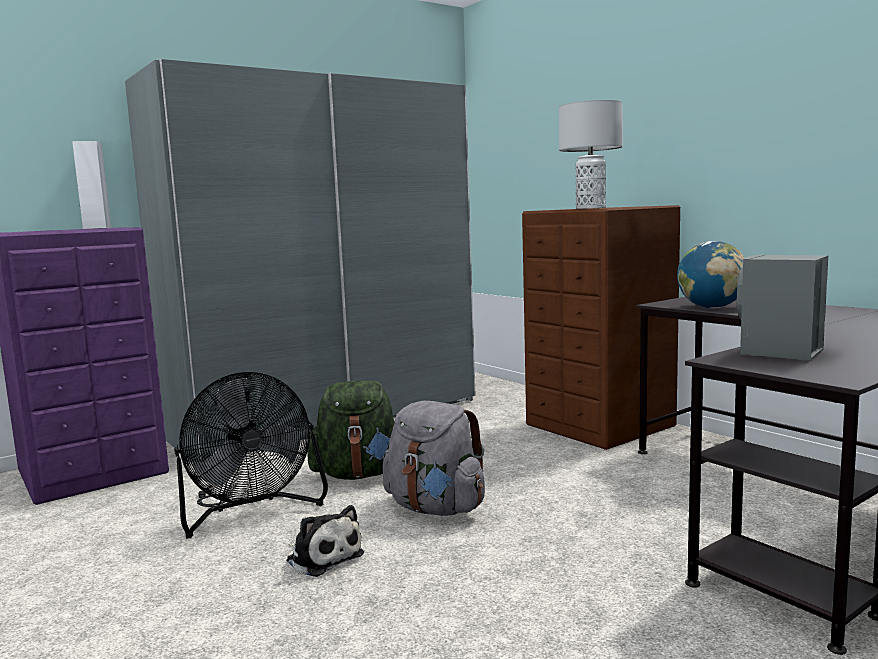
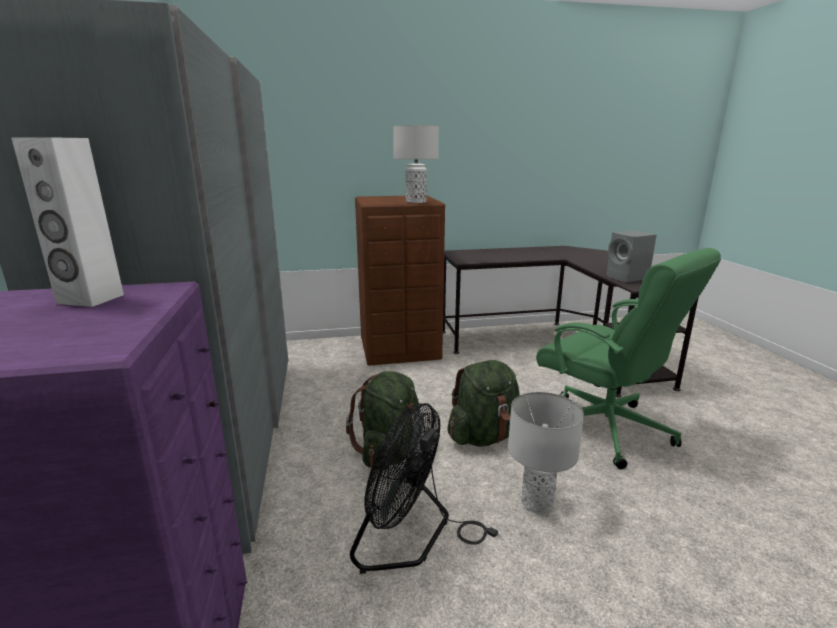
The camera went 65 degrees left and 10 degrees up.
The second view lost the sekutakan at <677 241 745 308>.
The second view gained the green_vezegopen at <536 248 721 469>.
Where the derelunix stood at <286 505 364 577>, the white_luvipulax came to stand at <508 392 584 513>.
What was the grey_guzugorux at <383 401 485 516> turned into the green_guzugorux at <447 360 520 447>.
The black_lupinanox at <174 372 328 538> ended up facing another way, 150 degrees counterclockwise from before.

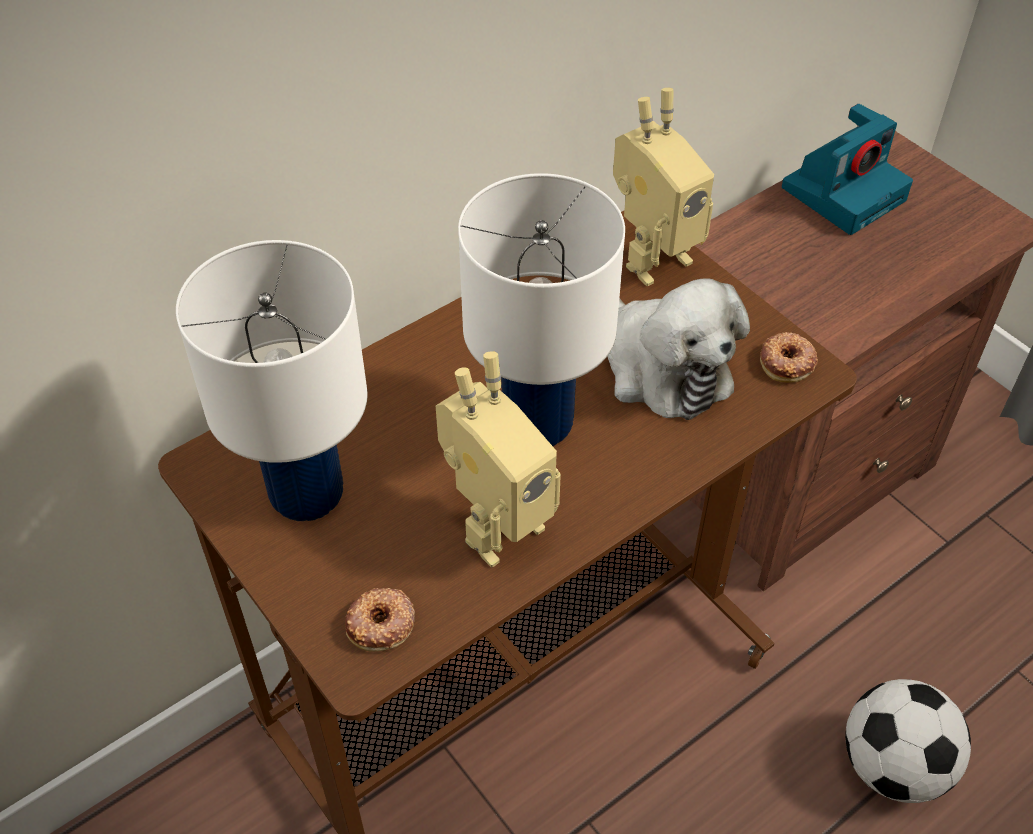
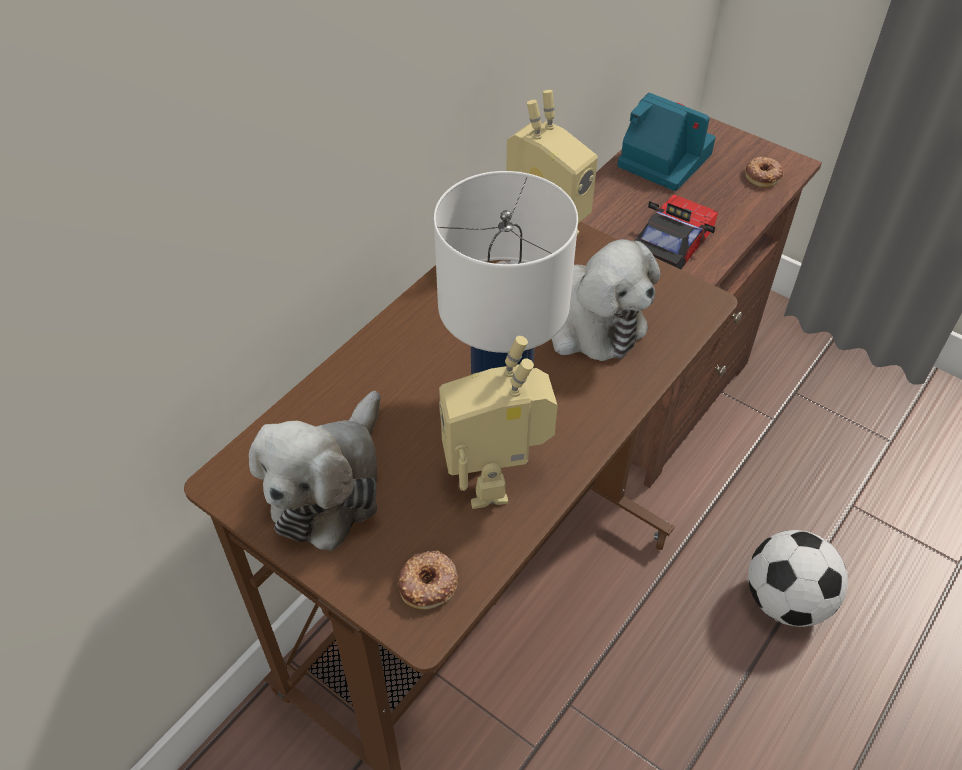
The camera went 15 degrees left and 0 degrees up.
The second view gained the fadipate at <634 195 718 269>.
The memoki ended up elsewhere, having gone from <760 332 818 383> to <745 157 784 187>.
Where the white_luvipulax stood at <176 240 367 521>, the derelunix came to stand at <249 391 381 551>.
The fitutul at <436 351 561 568> ended up facing another way, 135 degrees clockwise from before.
The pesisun at <782 104 913 235> ended up facing another way, 90 degrees counterclockwise from before.

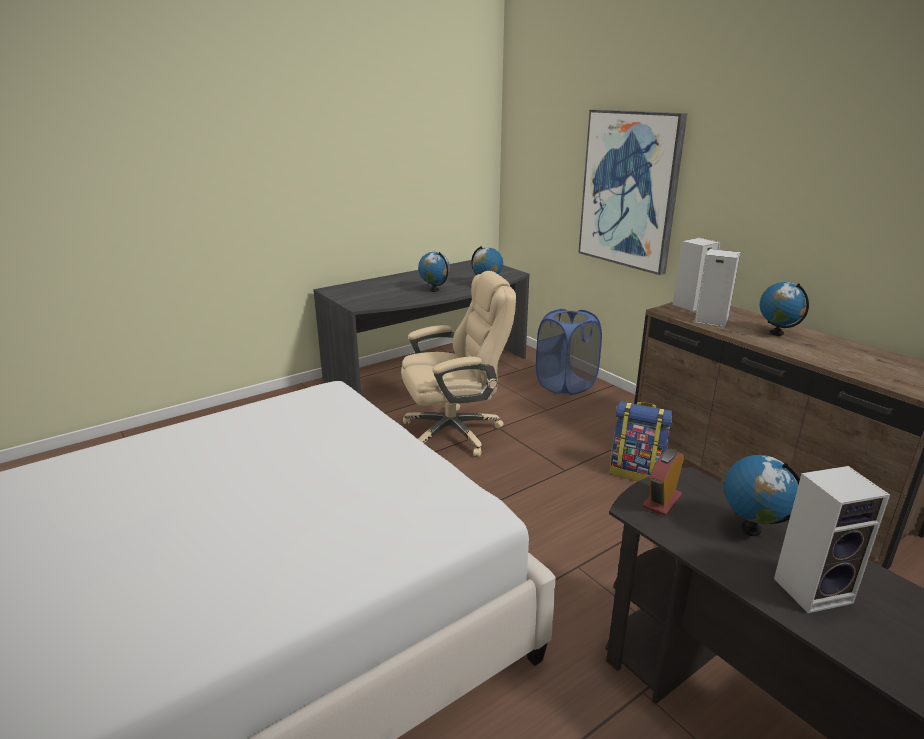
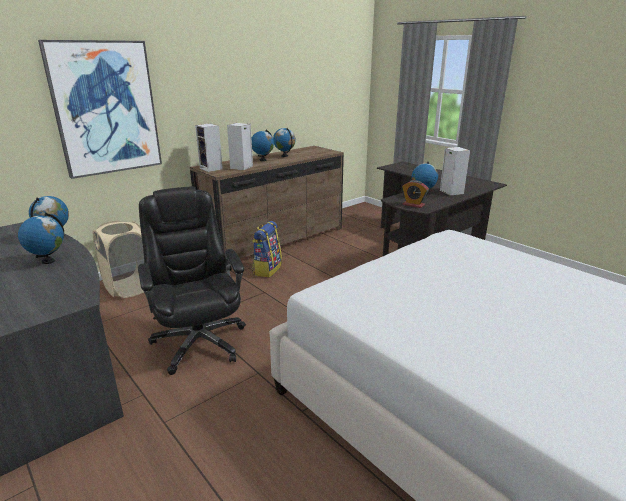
The camera went 95 degrees left and 0 degrees up.
The second view gained the sekutakan at <273 128 296 157>.
What was the beige_vezegopen at <401 271 516 457> turned into the black_vezegopen at <138 187 246 375>.
What was the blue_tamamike at <536 309 602 395> turned into the beige_tamamike at <93 220 144 298>.

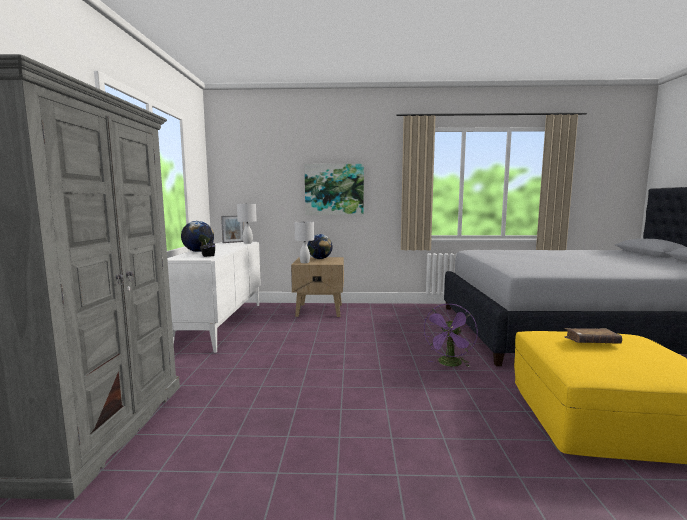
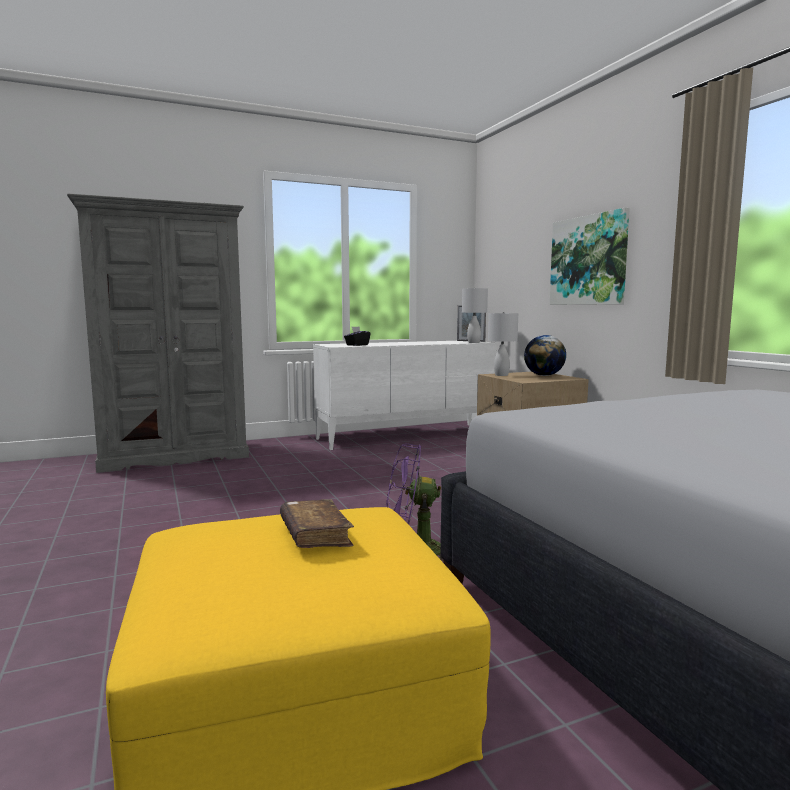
The camera went 65 degrees right and 0 degrees up.
The second view lost the sekutakan at <181 221 214 252>.

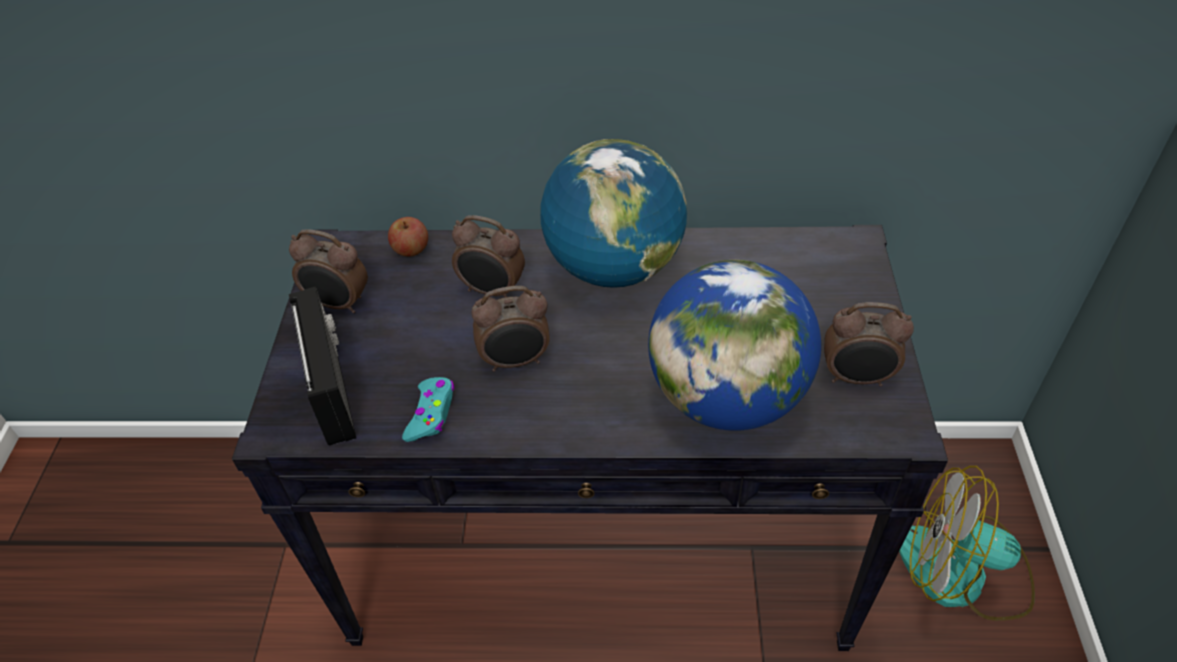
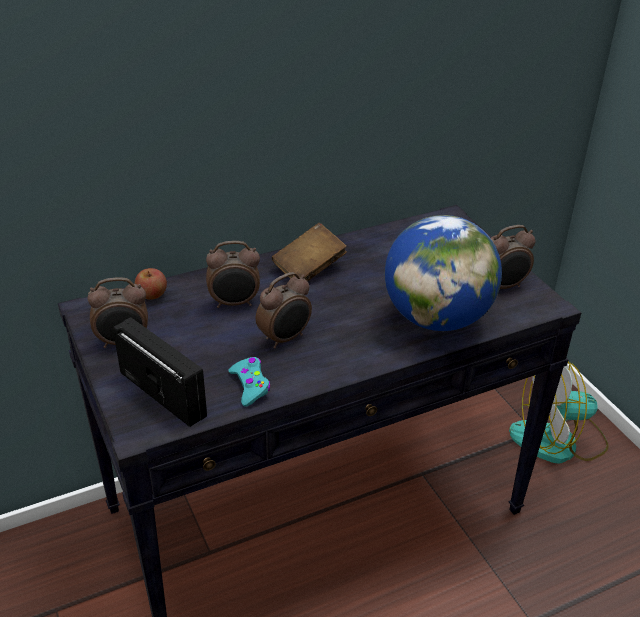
The camera went 30 degrees left and 10 degrees down.
Where the sekutakan stood at <540 139 687 288>, the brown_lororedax came to stand at <272 223 347 282>.

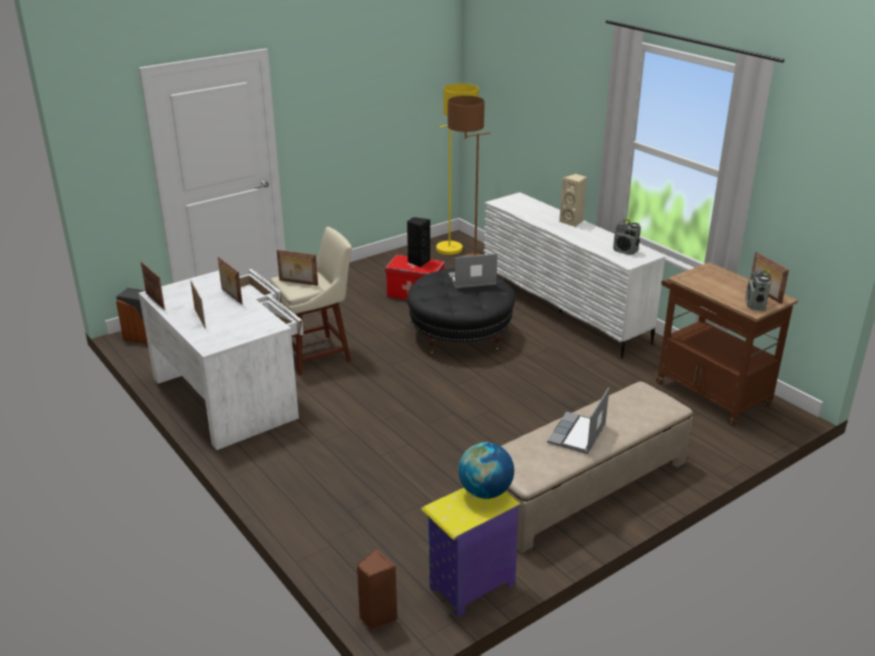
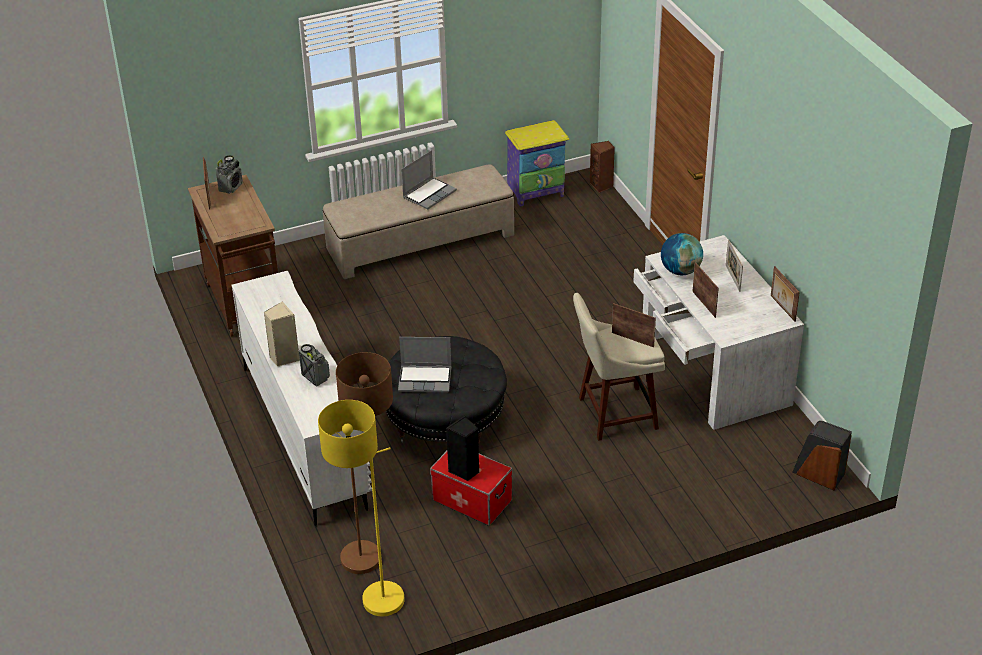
The camera went 165 degrees left and 10 degrees up.
The sekutakan ended up elsewhere, having gone from <458 442 514 499> to <661 233 703 275>.
The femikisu ended up elsewhere, having gone from <613 219 641 255> to <299 344 330 387>.

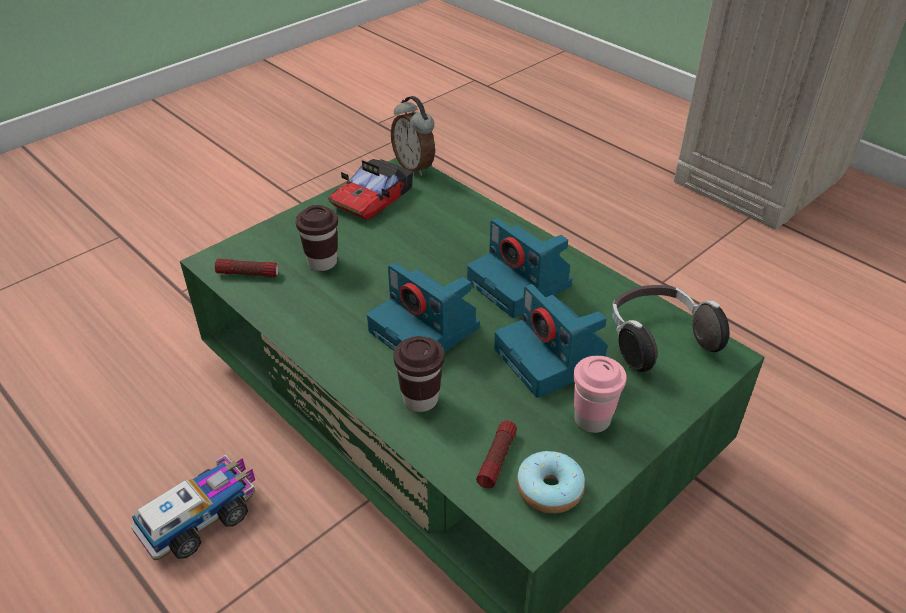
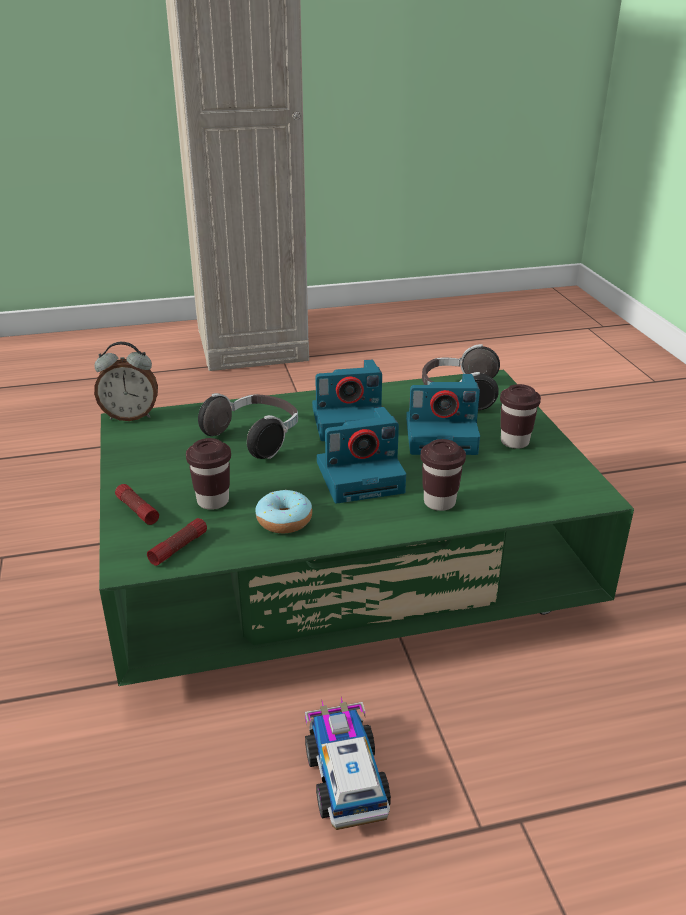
The camera went 60 degrees left and 10 degrees down.
The second view lost the fadipate at <328 159 413 221>.
The second view gained the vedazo at <198 393 298 459>.
The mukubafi ended up elsewhere, having gone from <476 420 517 488> to <115 484 159 525>.
The memoki ended up elsewhere, having gone from <517 451 585 514> to <255 490 312 533>.
What was the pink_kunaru at <573 356 627 433> turned into the brown_kunaru at <500 384 541 449>.

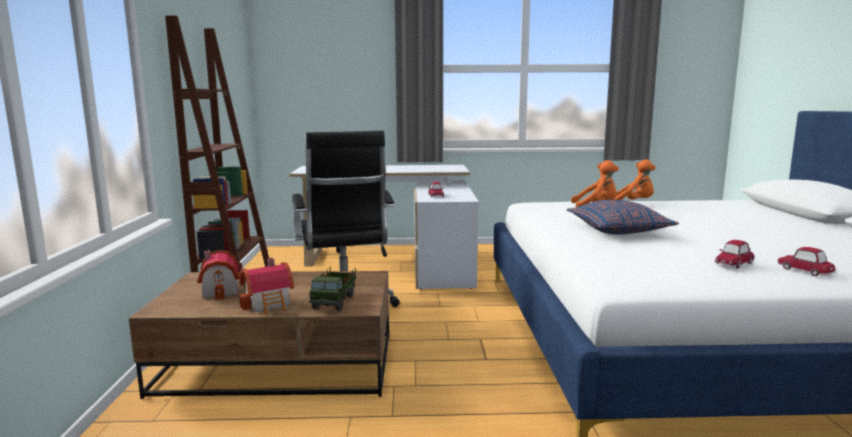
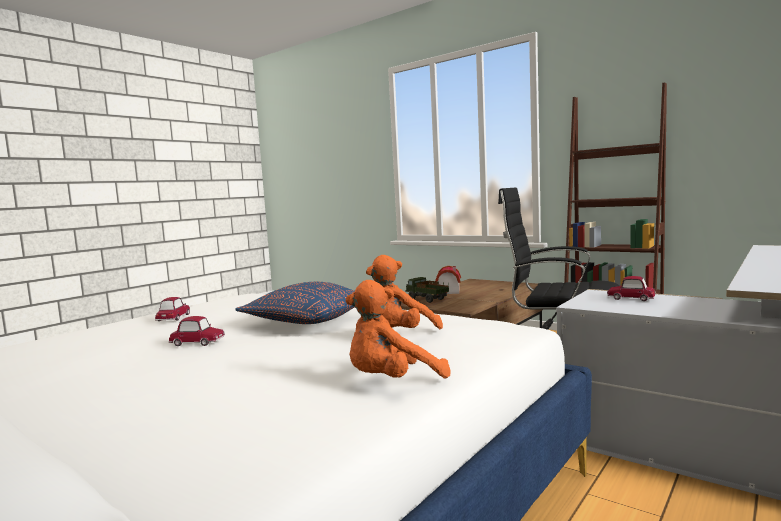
The camera went 130 degrees right and 5 degrees down.
The second view lost the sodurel at <197 250 245 300>.
The fadipate ended up elsewhere, having gone from <778 247 836 276> to <169 316 225 346>.

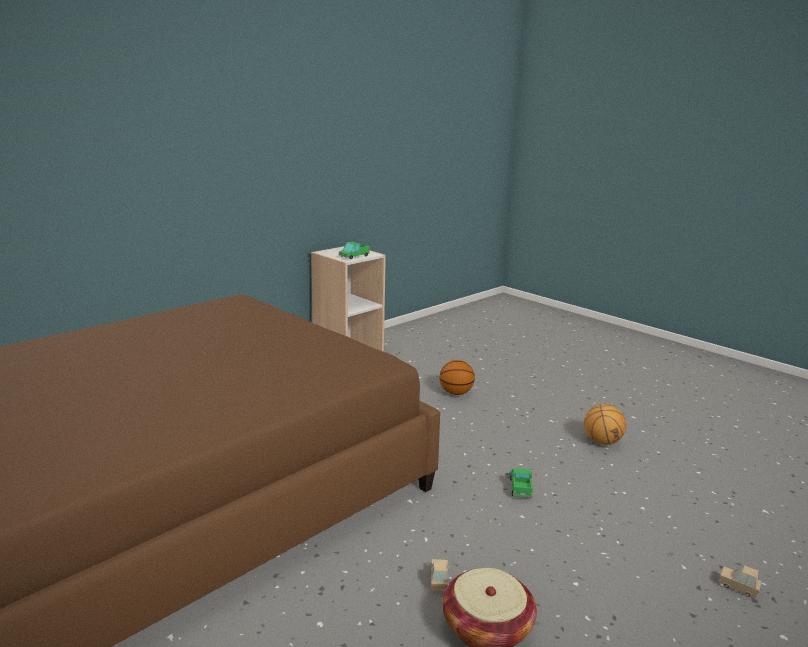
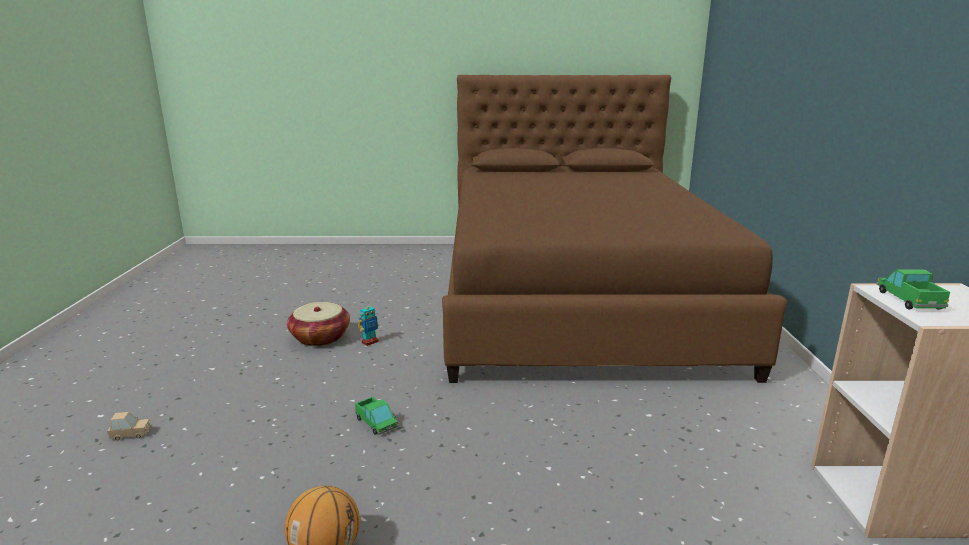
The camera went 135 degrees right and 0 degrees up.
The second view lost the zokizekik at <440 360 475 395>.
Where the beige_fadipate stood at <429 559 451 592>, the fitutul came to stand at <358 302 379 346>.

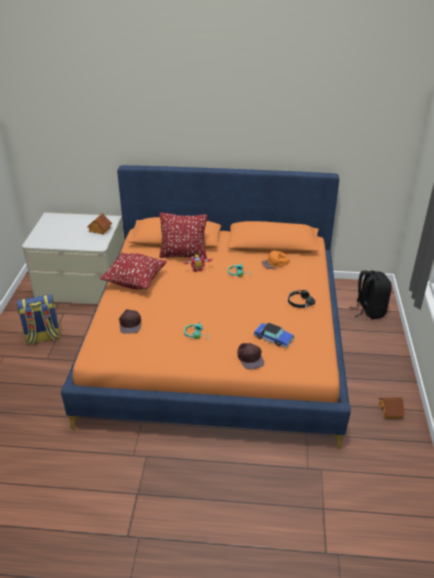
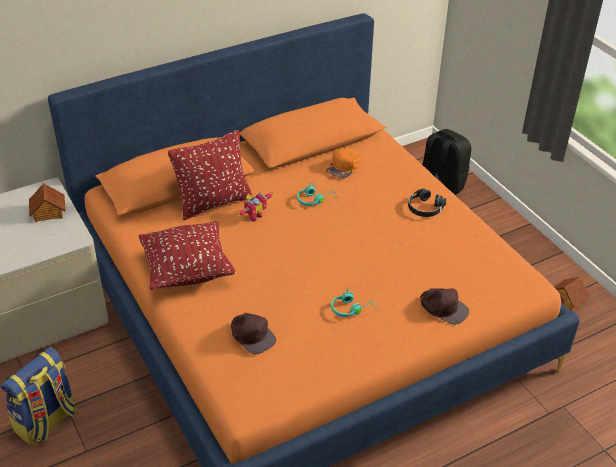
The camera went 35 degrees left and 5 degrees up.
The second view lost the fadipate at <254 323 294 348>.

